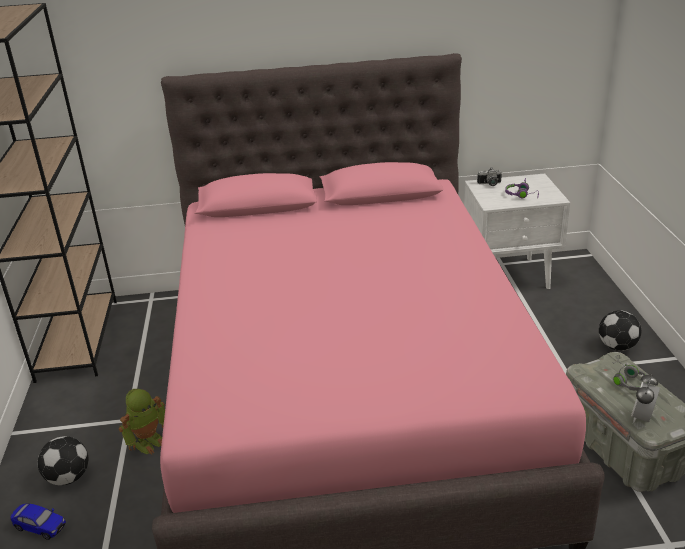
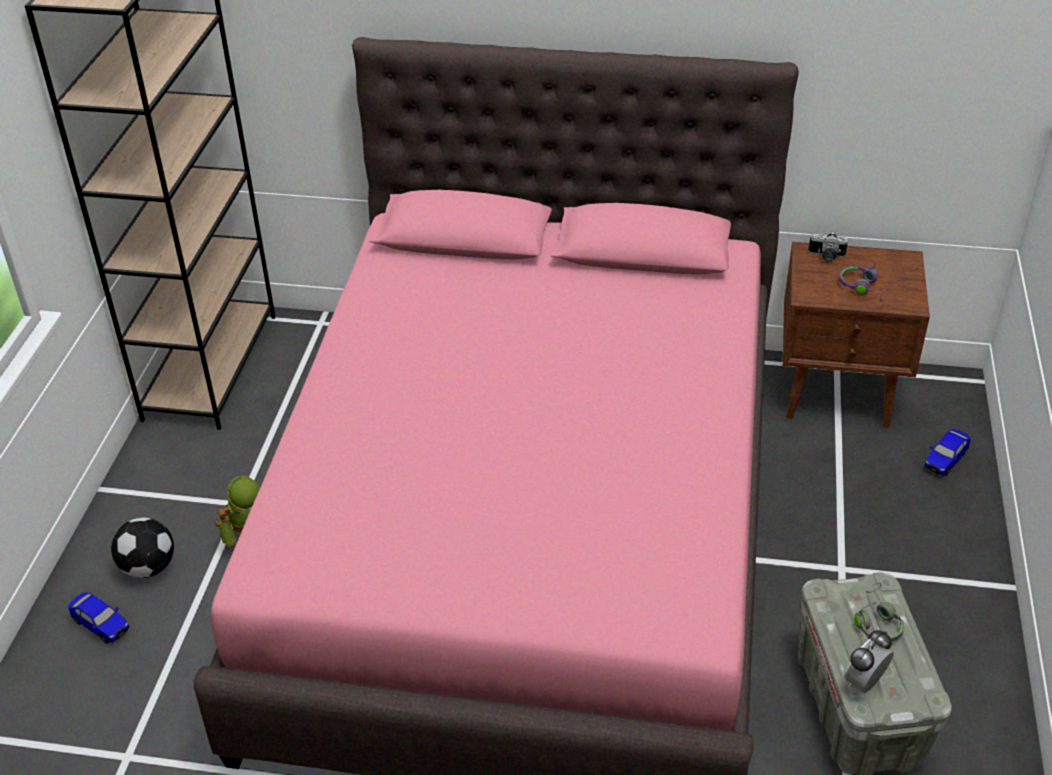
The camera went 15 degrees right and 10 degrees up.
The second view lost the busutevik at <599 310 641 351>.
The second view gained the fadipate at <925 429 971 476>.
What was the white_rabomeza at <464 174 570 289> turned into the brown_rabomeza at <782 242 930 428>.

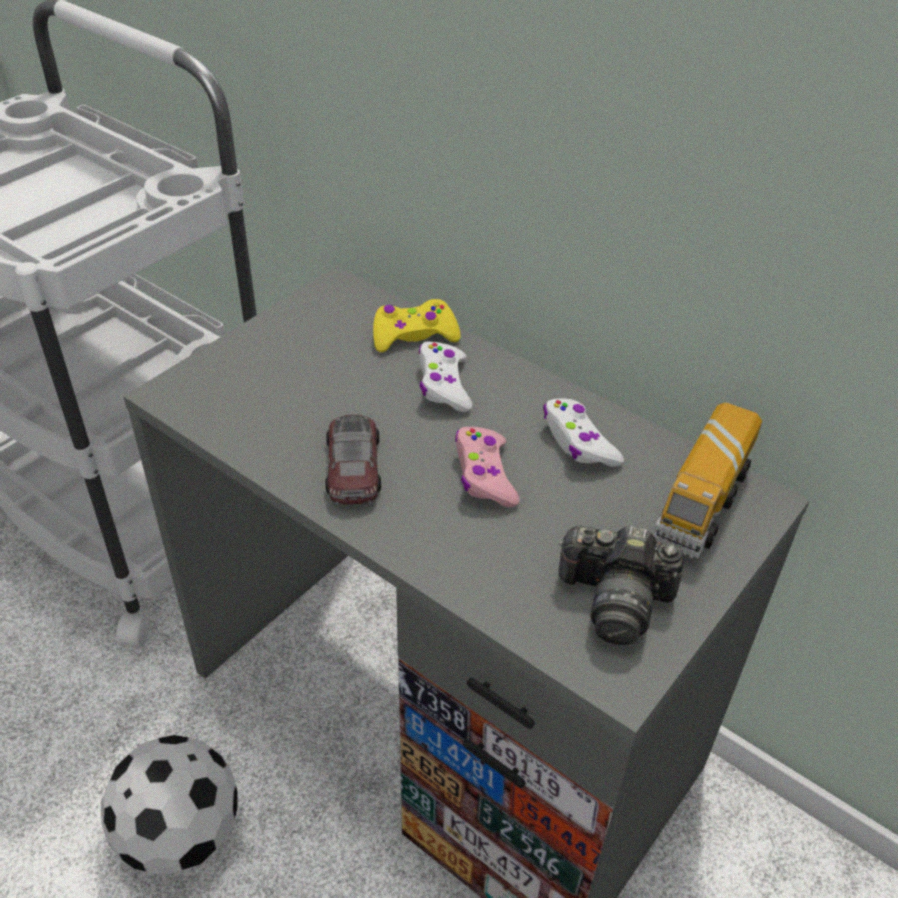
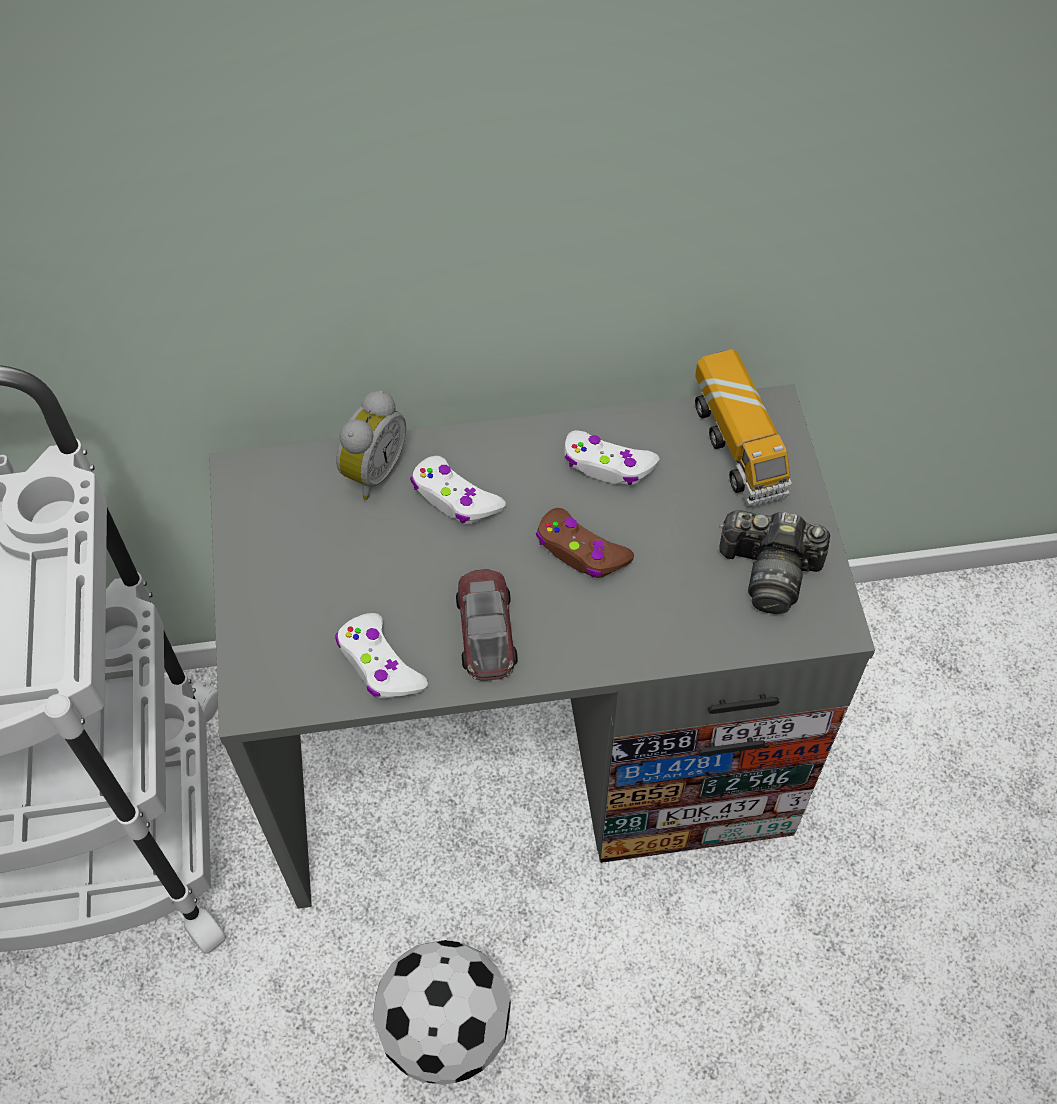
The camera went 45 degrees left and 15 degrees up.
The second view gained the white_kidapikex at <335 613 428 699>.
Where the yellow_kidapikex stood at <373 299 461 352>, the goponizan came to stand at <336 390 406 500>.
What was the pink_kidapikex at <455 427 520 507> turned into the brown_kidapikex at <536 508 634 578>.
The fadipate at <325 415 381 505> ended up facing another way, 135 degrees counterclockwise from before.
The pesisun at <558 525 685 645> ended up facing another way, 45 degrees clockwise from before.

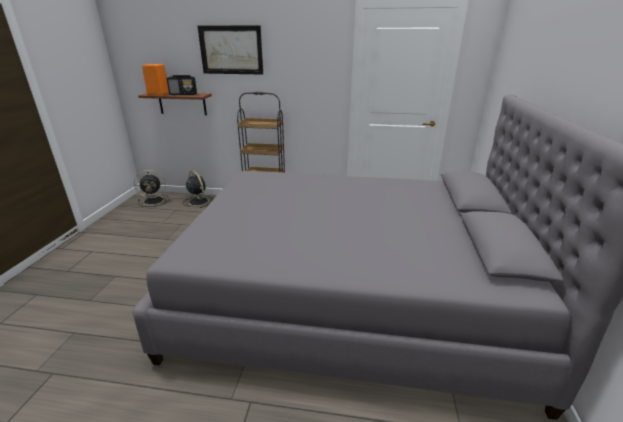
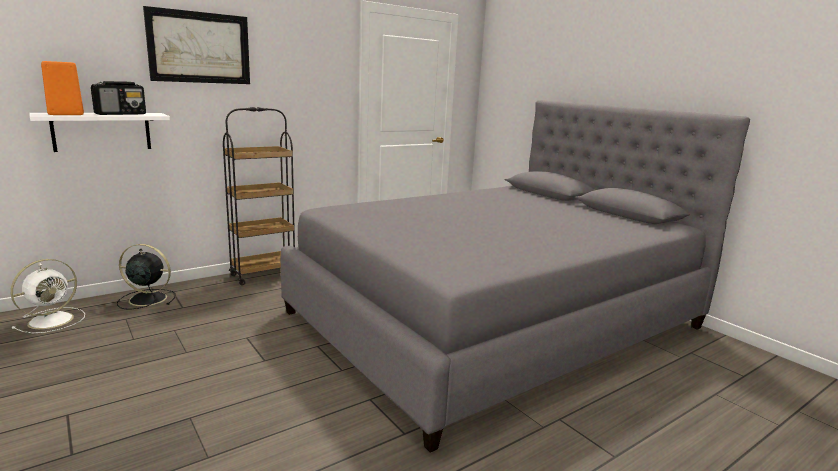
The camera went 45 degrees left and 10 degrees down.
What was the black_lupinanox at <134 170 169 207> turned into the white_lupinanox at <11 259 85 333>.
What was the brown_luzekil at <138 93 212 115> turned into the white_luzekil at <30 113 170 152>.

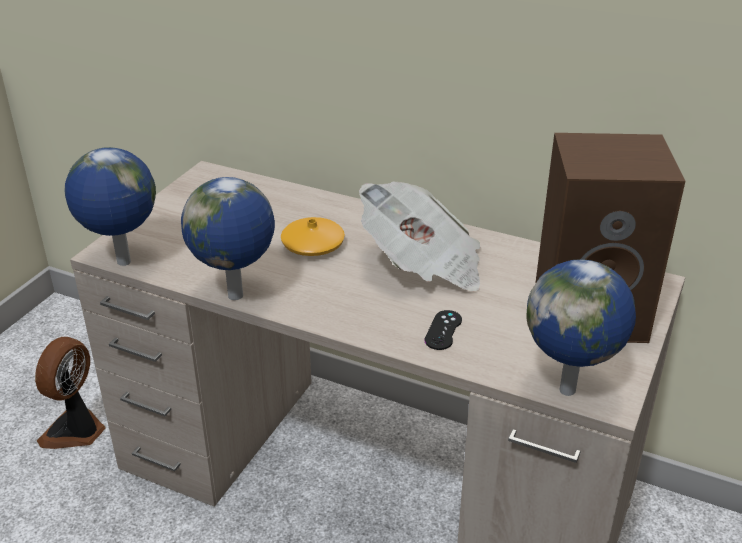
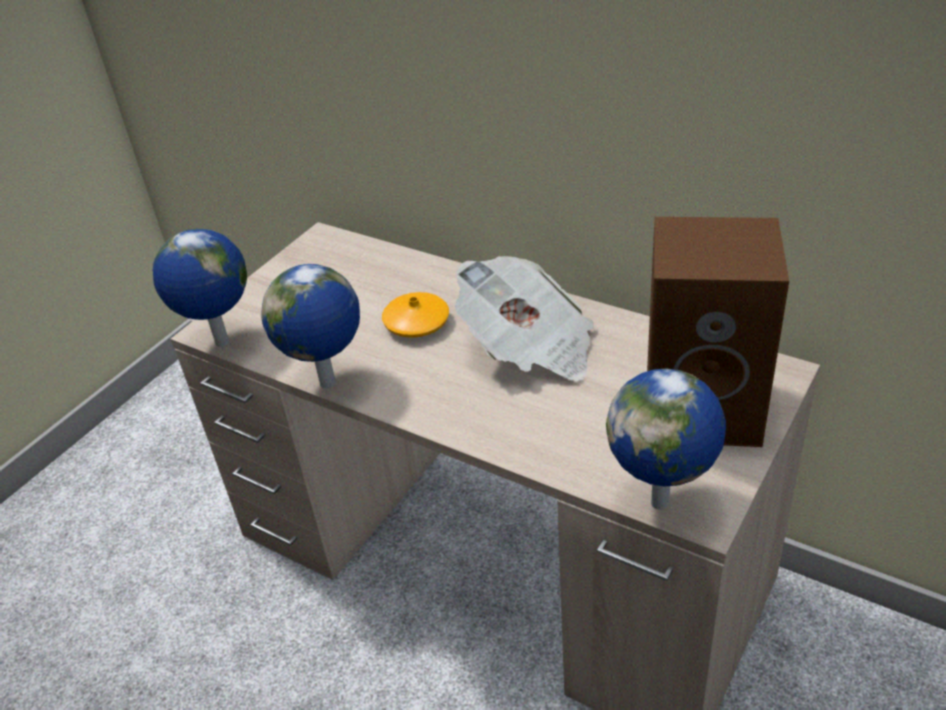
The camera went 10 degrees right and 5 degrees up.
The second view lost the lupinanox at <35 337 105 449>.
The second view lost the black_kidapikex at <424 310 462 350>.

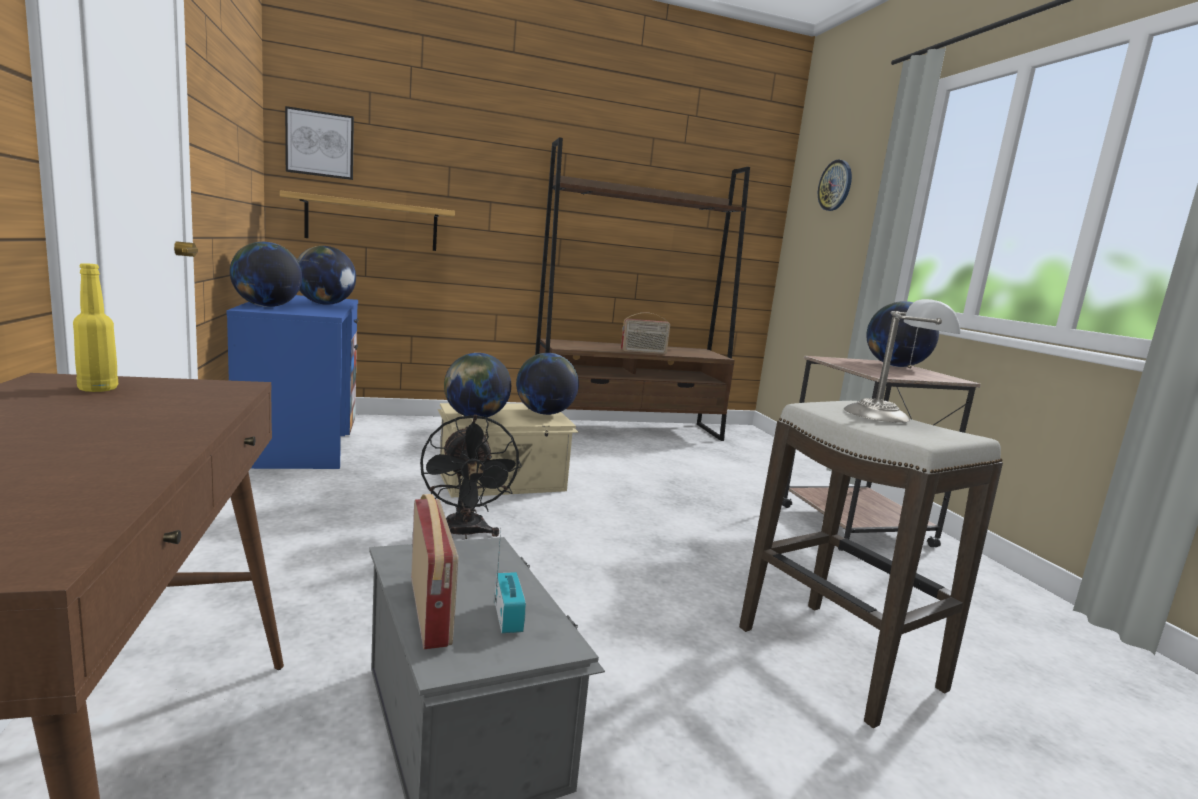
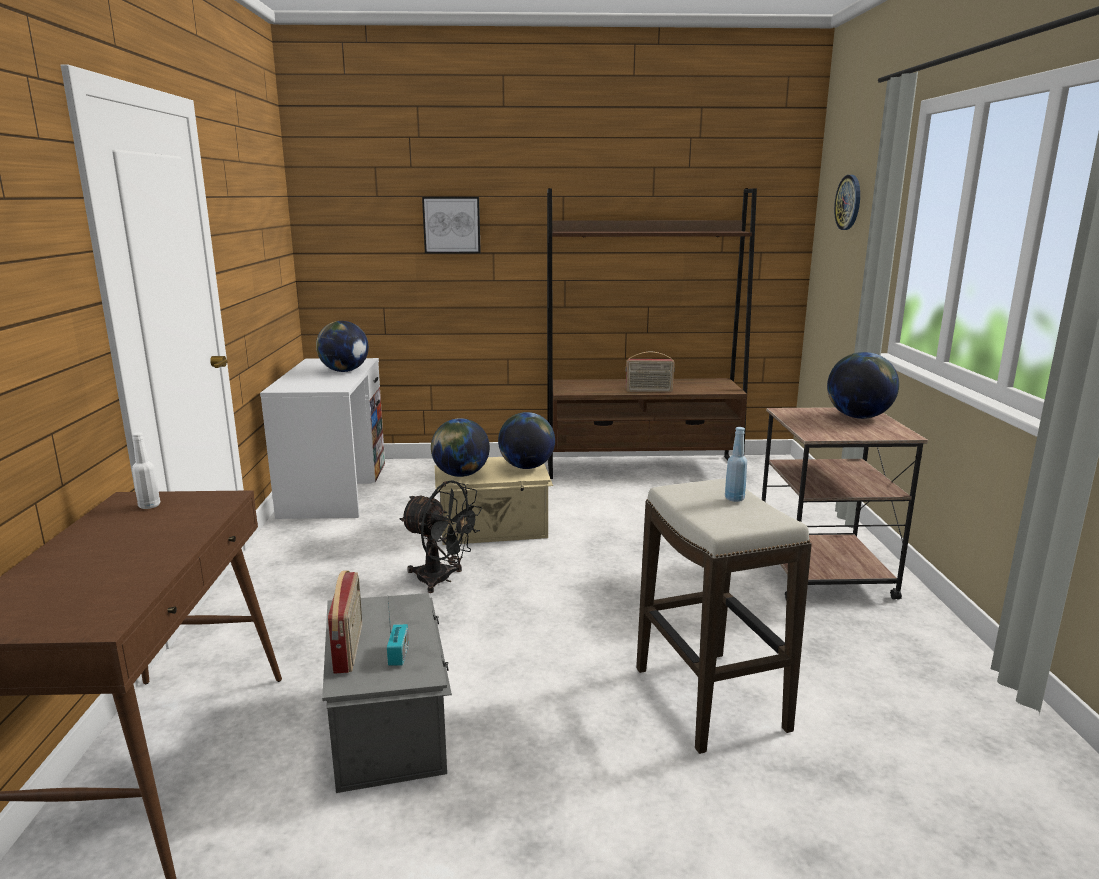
The camera went 15 degrees right and 5 degrees up.
The second view lost the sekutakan at <230 242 302 307>.
The second view lost the luzekil at <280 190 455 251>.
The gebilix ended up elsewhere, having gone from <285 106 354 180> to <422 197 481 254>.
Where the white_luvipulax stood at <844 299 961 423>, the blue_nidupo came to stand at <725 427 747 502>.
What was the yellow_nidupo at <73 263 118 392> turned into the white_nidupo at <132 432 160 509>.
What was the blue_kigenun at <227 295 358 469> turned into the white_kigenun at <260 358 385 519>.
The black_lupinanox at <420 415 522 539> ended up facing another way, 60 degrees counterclockwise from before.

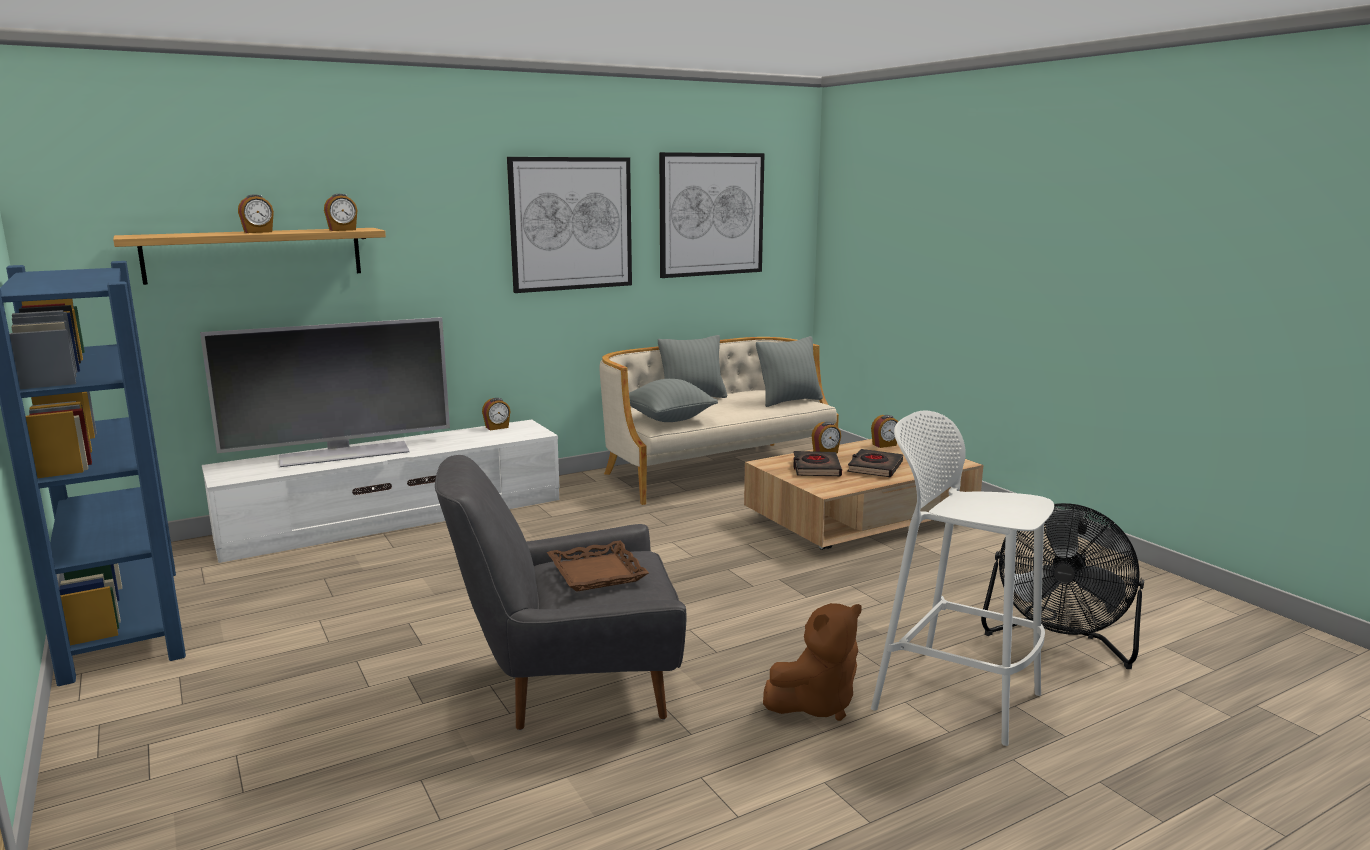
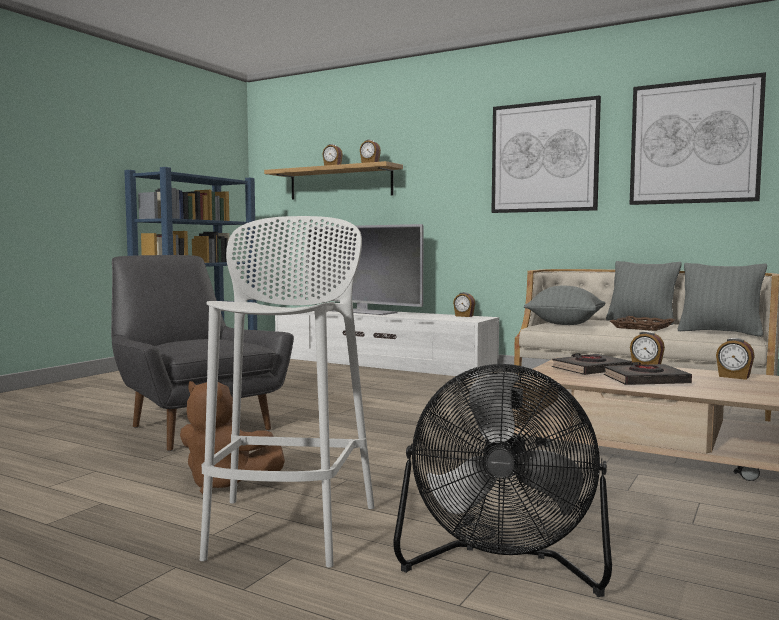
The camera went 60 degrees right and 10 degrees down.
The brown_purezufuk ended up elsewhere, having gone from <547 540 649 592> to <610 316 675 331>.
The black_lupinanox at <981 503 1144 669> ended up facing another way, 75 degrees counterclockwise from before.

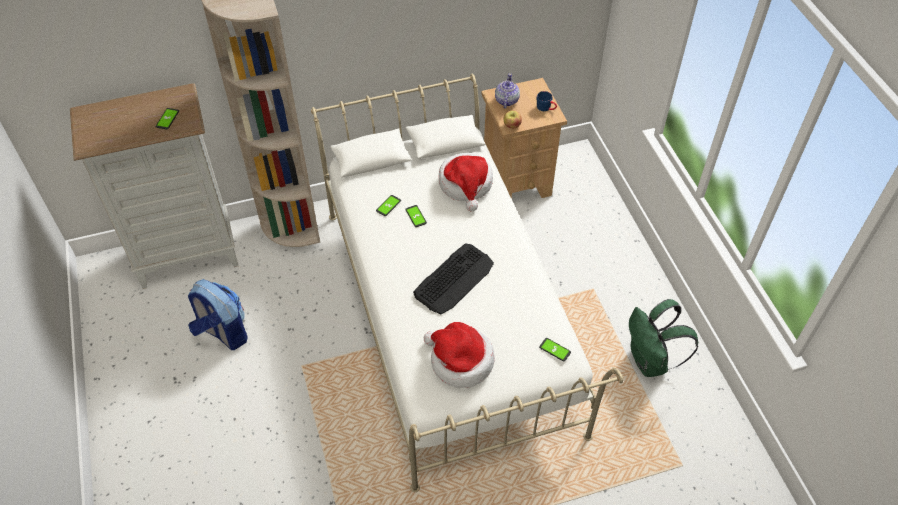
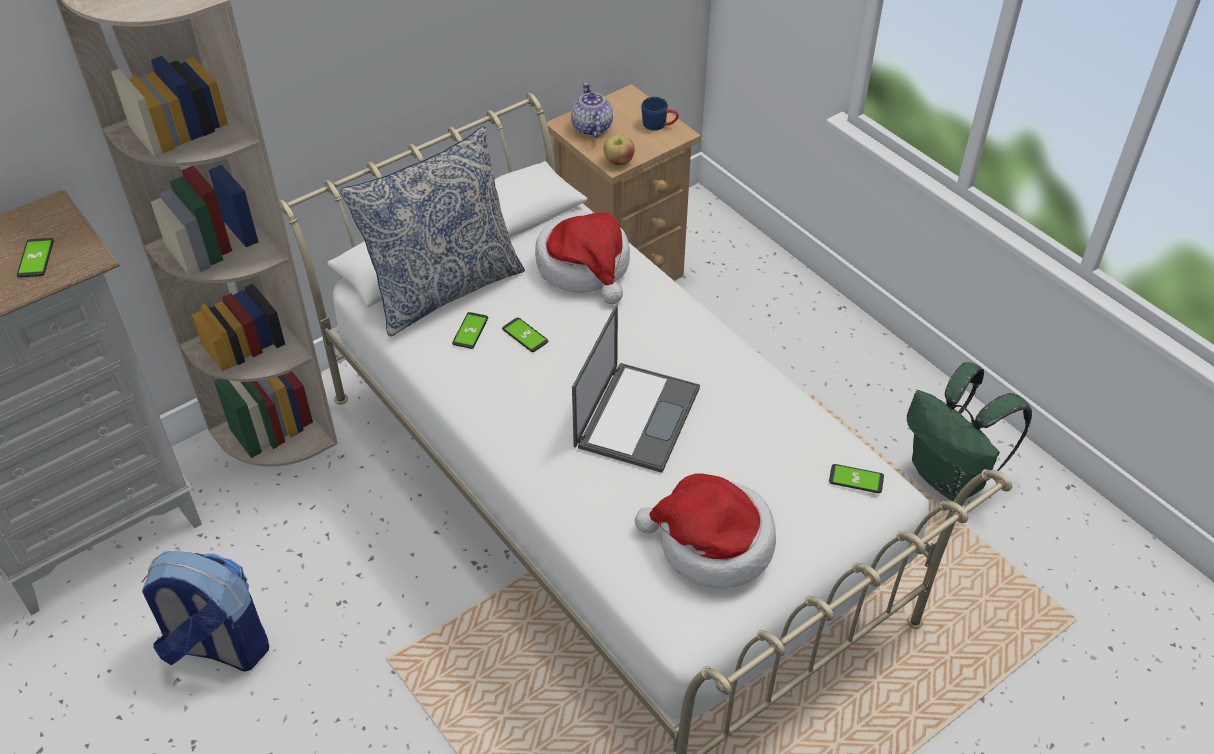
The camera went 20 degrees left and 5 degrees down.
The second view gained the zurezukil at <340 126 525 337>.
Where the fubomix stood at <413 243 494 314>, the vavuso came to stand at <572 305 700 473>.

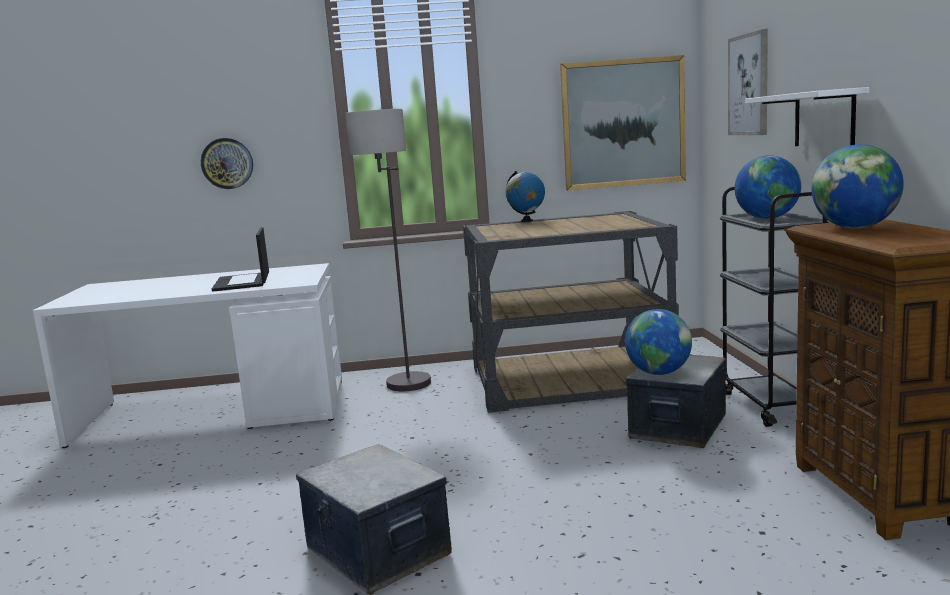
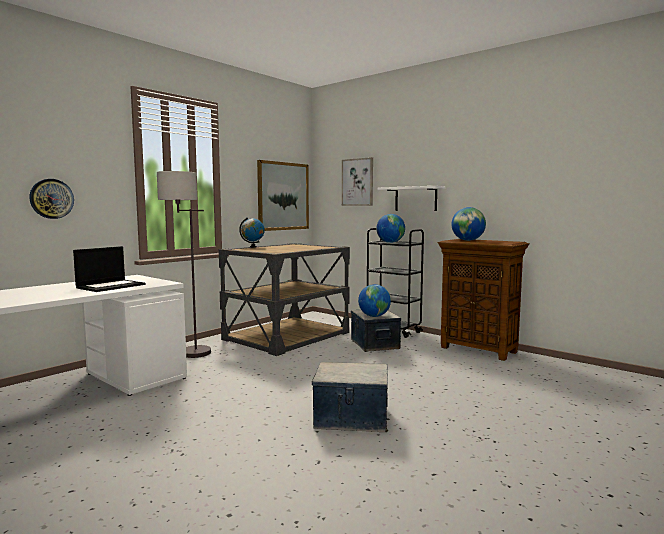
The camera went 45 degrees left and 5 degrees down.
The vavuso at <212 227 269 292> ended up facing another way, 90 degrees counterclockwise from before.

